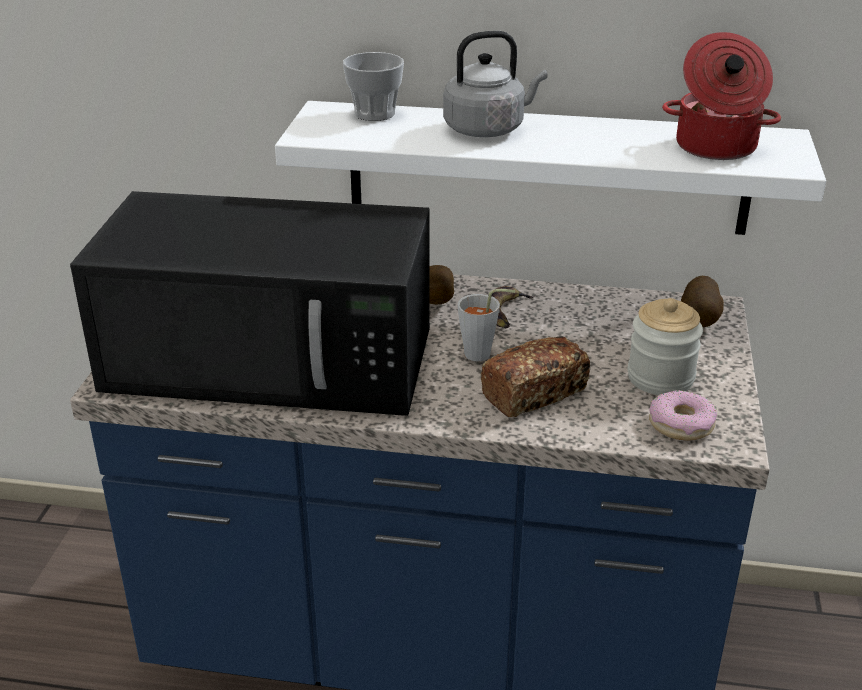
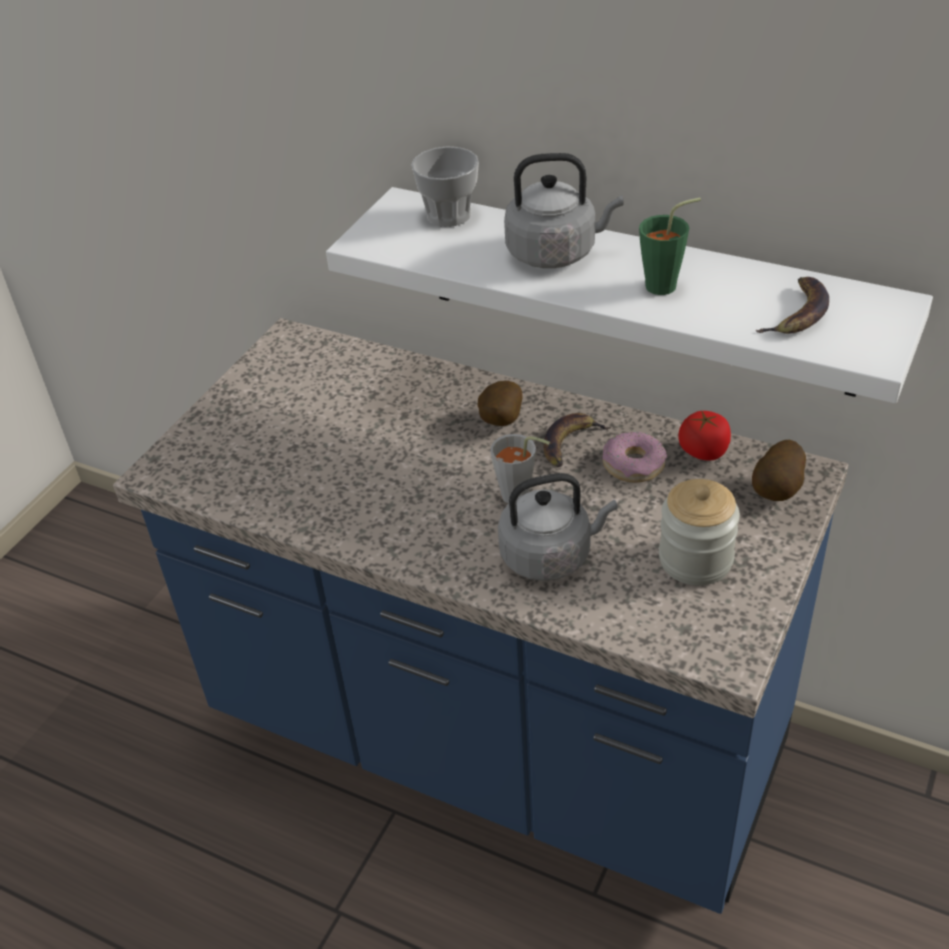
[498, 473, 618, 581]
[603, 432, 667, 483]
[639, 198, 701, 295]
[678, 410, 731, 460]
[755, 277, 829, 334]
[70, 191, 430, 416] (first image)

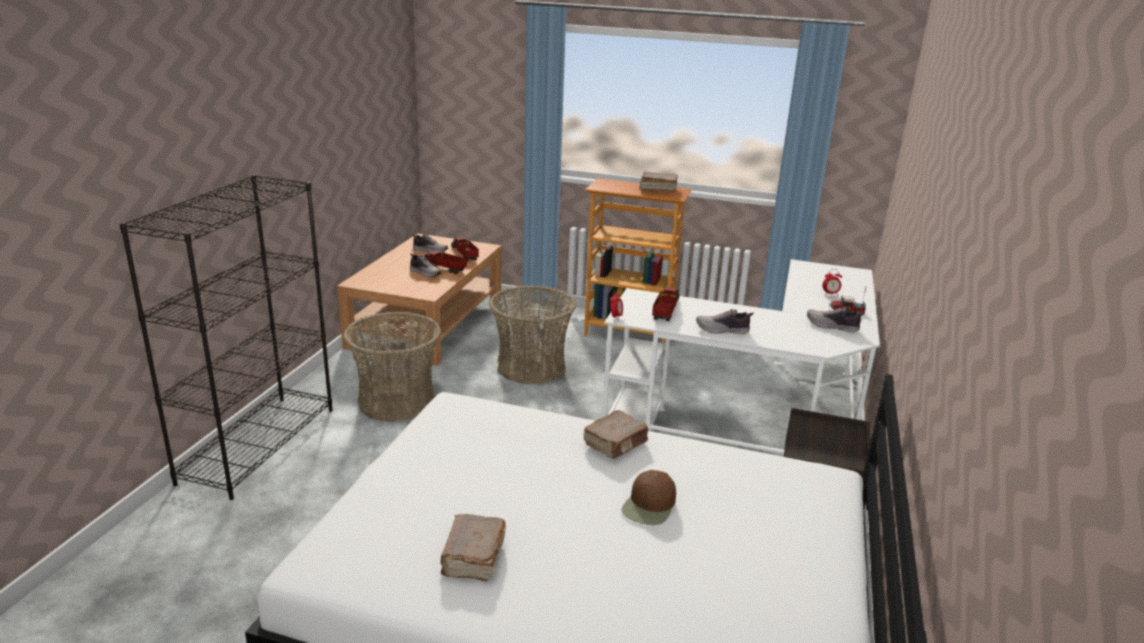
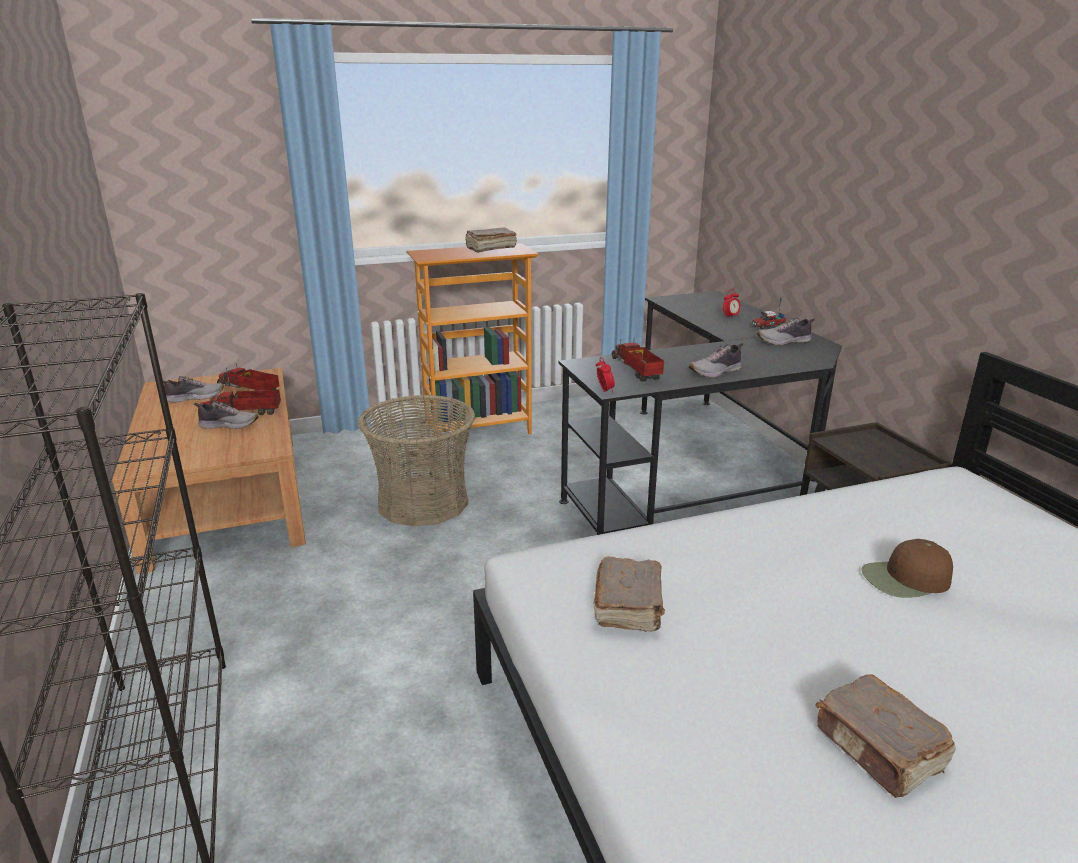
[558, 291, 842, 535]
[594, 557, 665, 632]
[862, 539, 953, 598]
[343, 312, 441, 422] (first image)

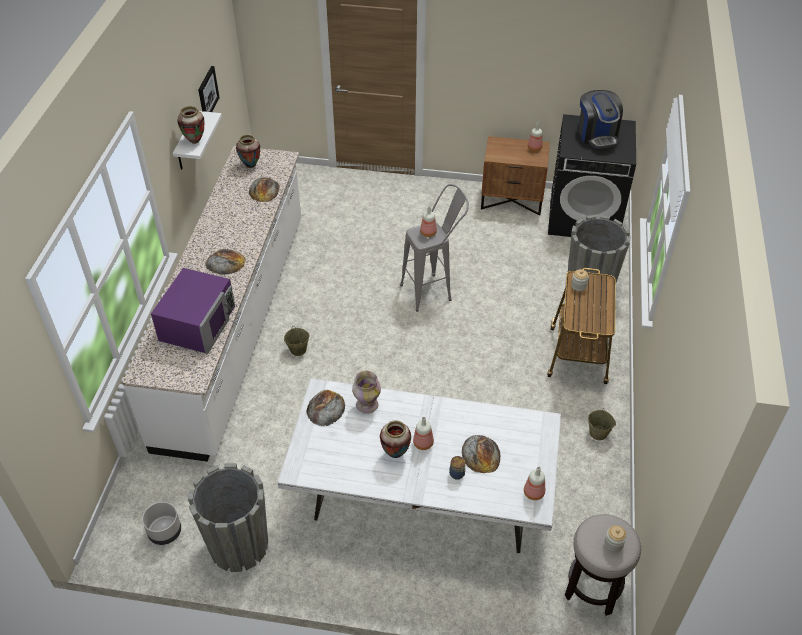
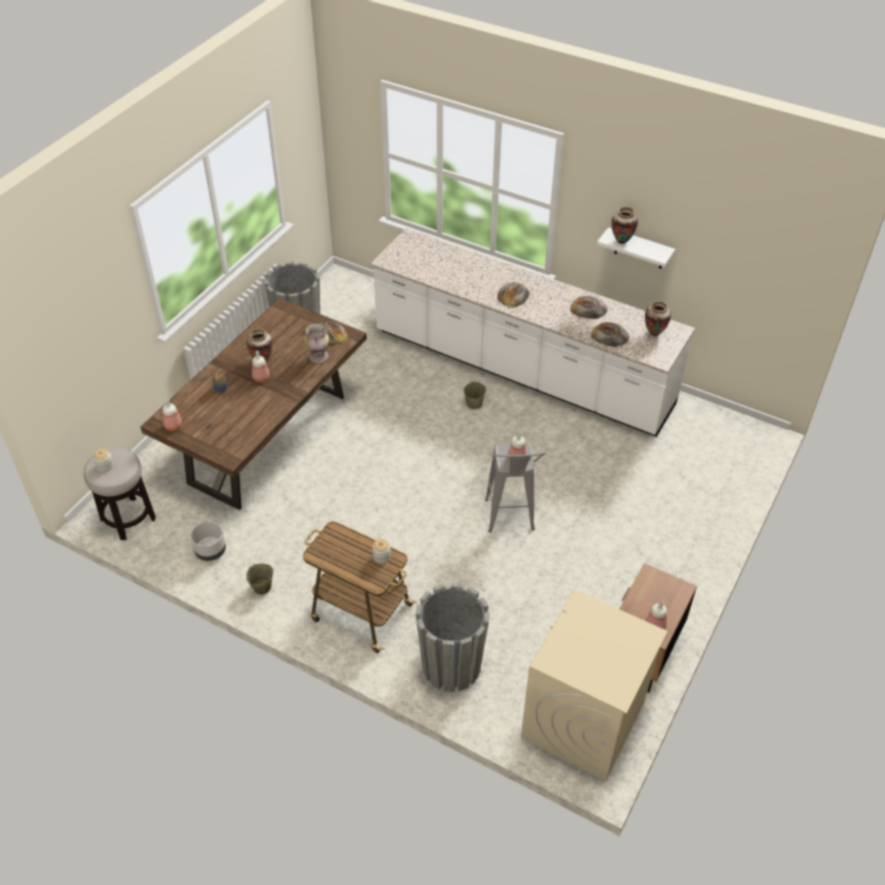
[140, 298, 367, 510]
[191, 522, 226, 561]
[521, 590, 668, 781]
[570, 296, 608, 319]
[151, 268, 235, 354] (first image)
[198, 66, 220, 112] (first image)
[578, 90, 623, 149] (first image)

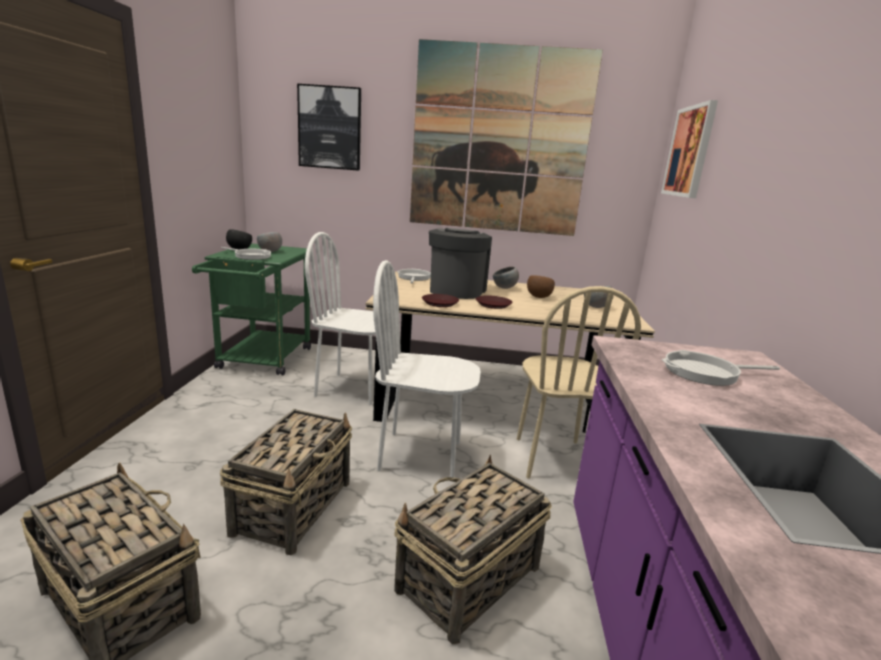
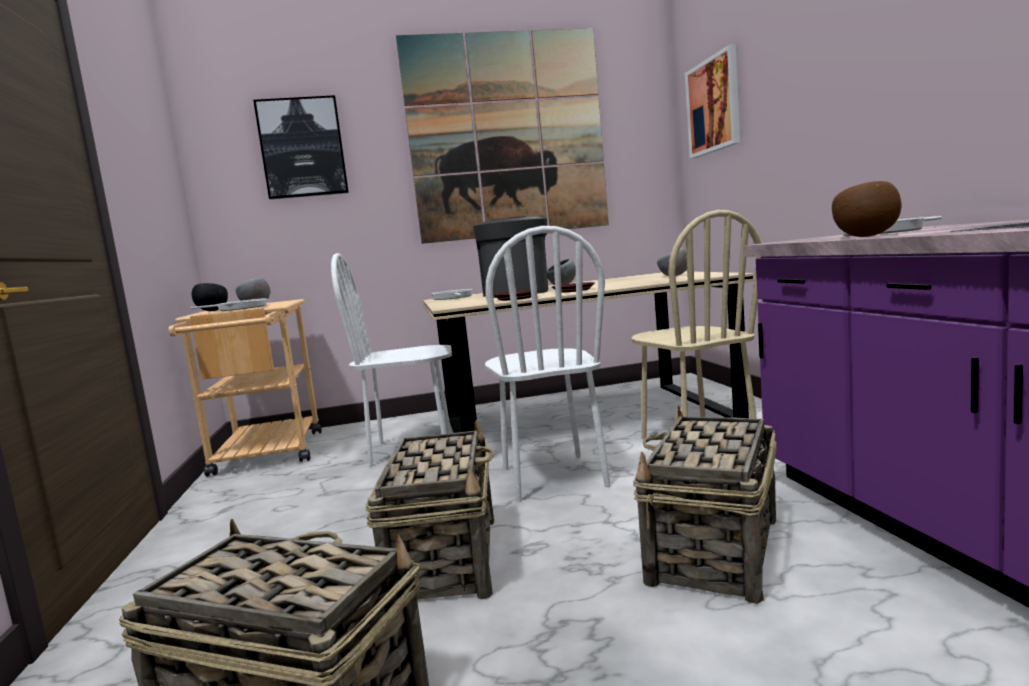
[169, 299, 322, 477]
[485, 226, 611, 502]
[832, 181, 902, 237]

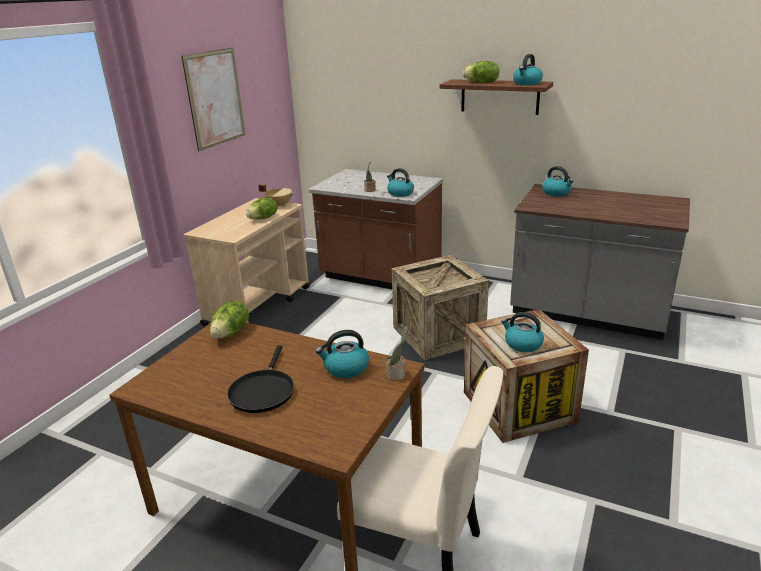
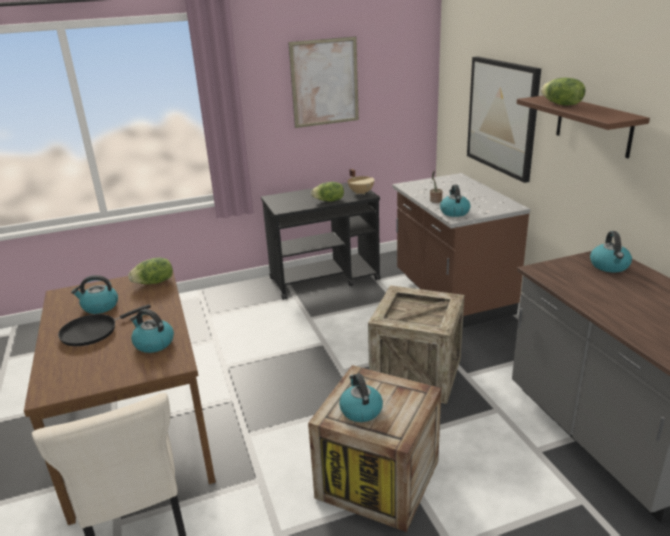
[71, 275, 118, 314]
[261, 183, 381, 300]
[467, 56, 541, 183]
[385, 326, 408, 381] (first image)

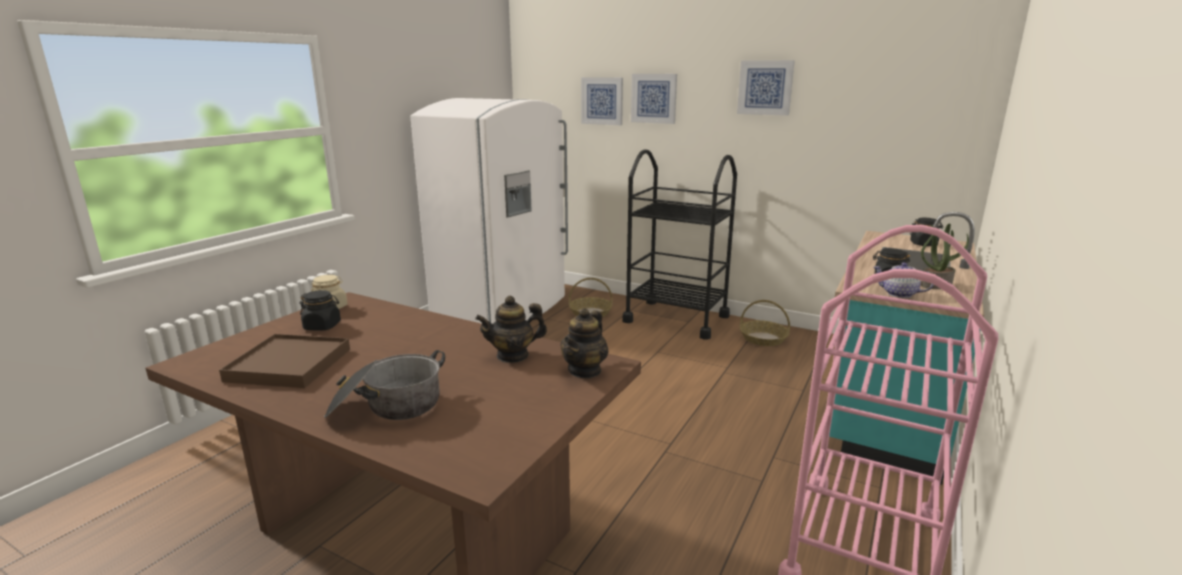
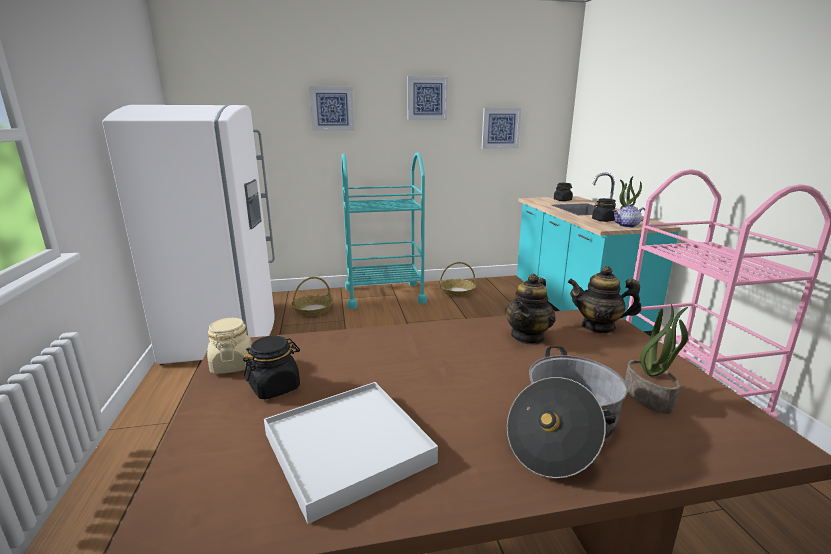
[264, 382, 438, 524]
[341, 152, 427, 309]
[482, 108, 521, 149]
[568, 266, 641, 334]
[625, 304, 688, 414]

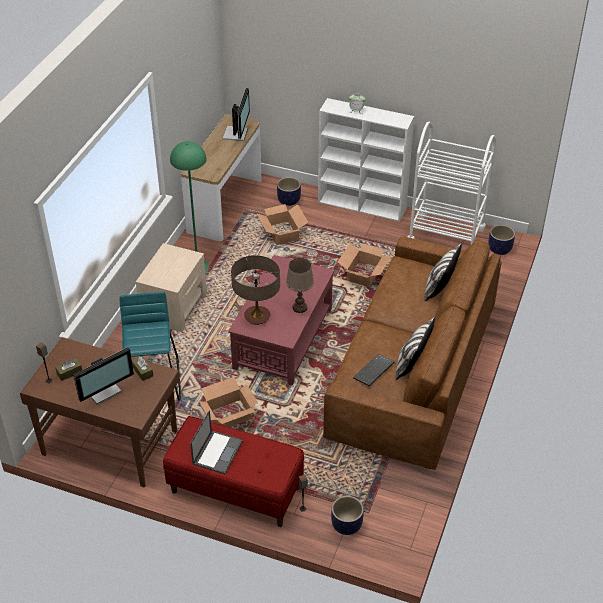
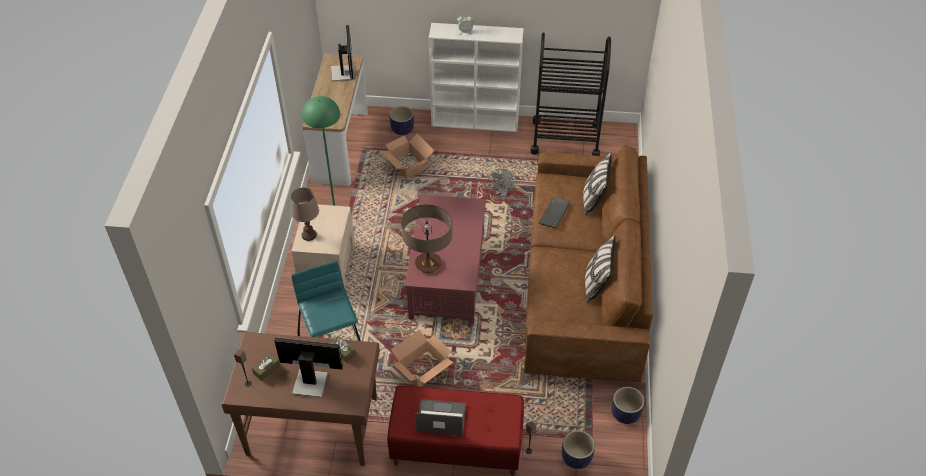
[274, 337, 343, 398]
[291, 188, 319, 241]
[415, 399, 466, 435]
[489, 169, 517, 197]
[530, 32, 611, 156]
[539, 197, 570, 228]
[612, 387, 645, 424]

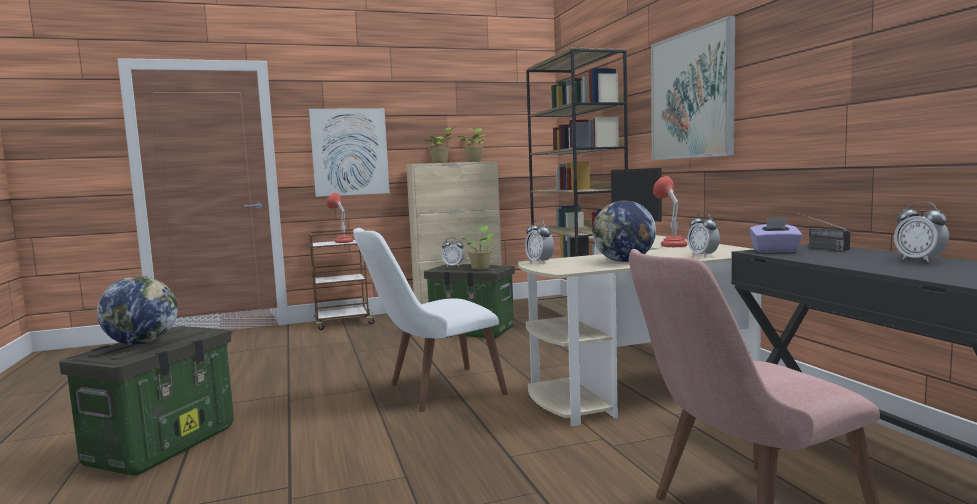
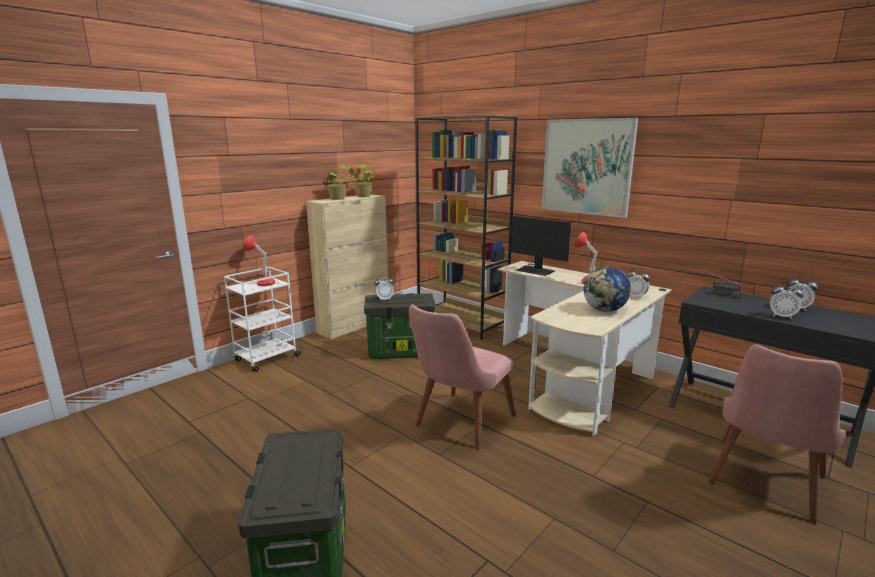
[224, 267, 303, 372]
[409, 304, 516, 450]
[770, 282, 804, 319]
[97, 276, 178, 345] (first image)
[309, 108, 390, 197] (first image)
[462, 226, 494, 269] (first image)
[749, 217, 803, 253] (first image)

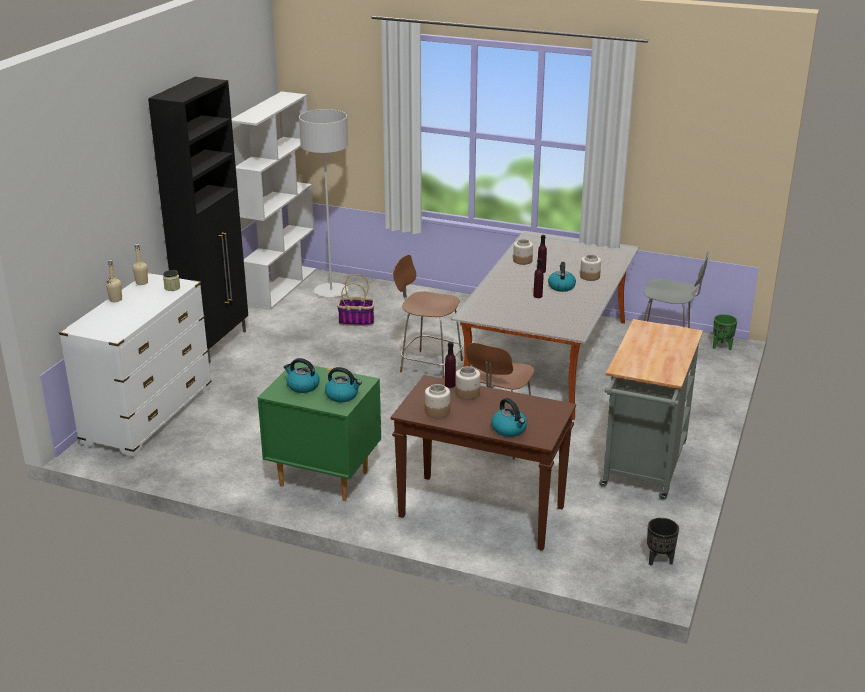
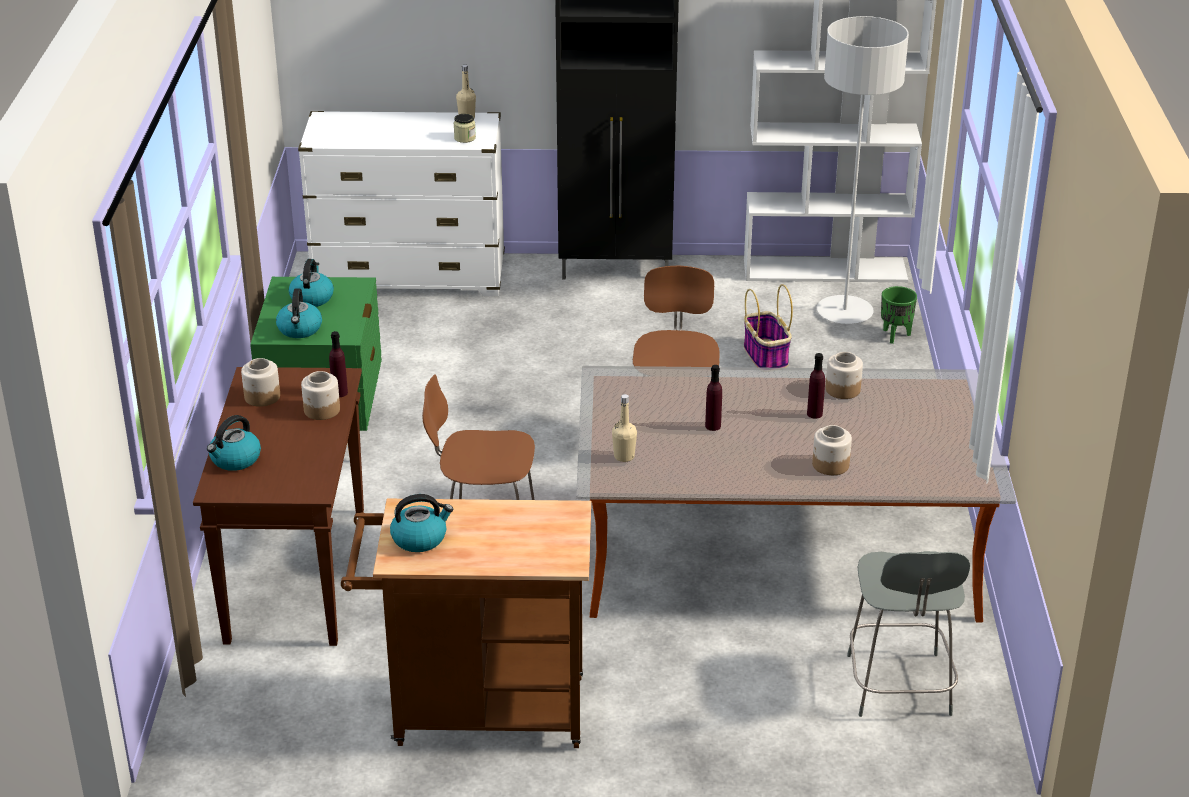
[341, 499, 591, 748]
[390, 494, 453, 552]
[612, 394, 637, 462]
[881, 286, 917, 344]
[647, 518, 679, 566] (first image)

